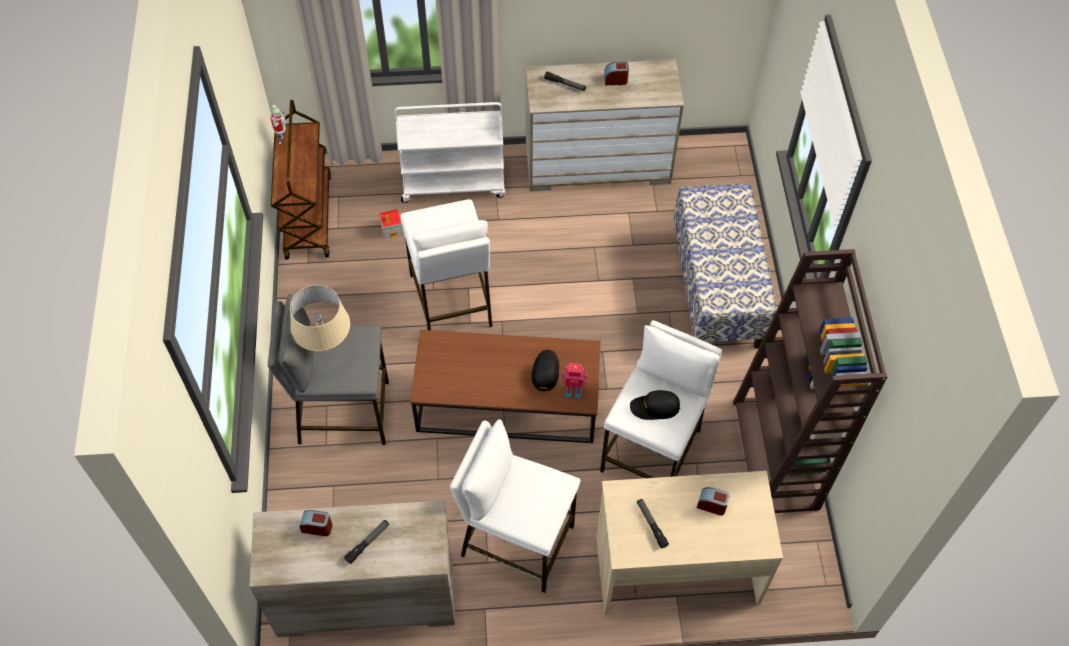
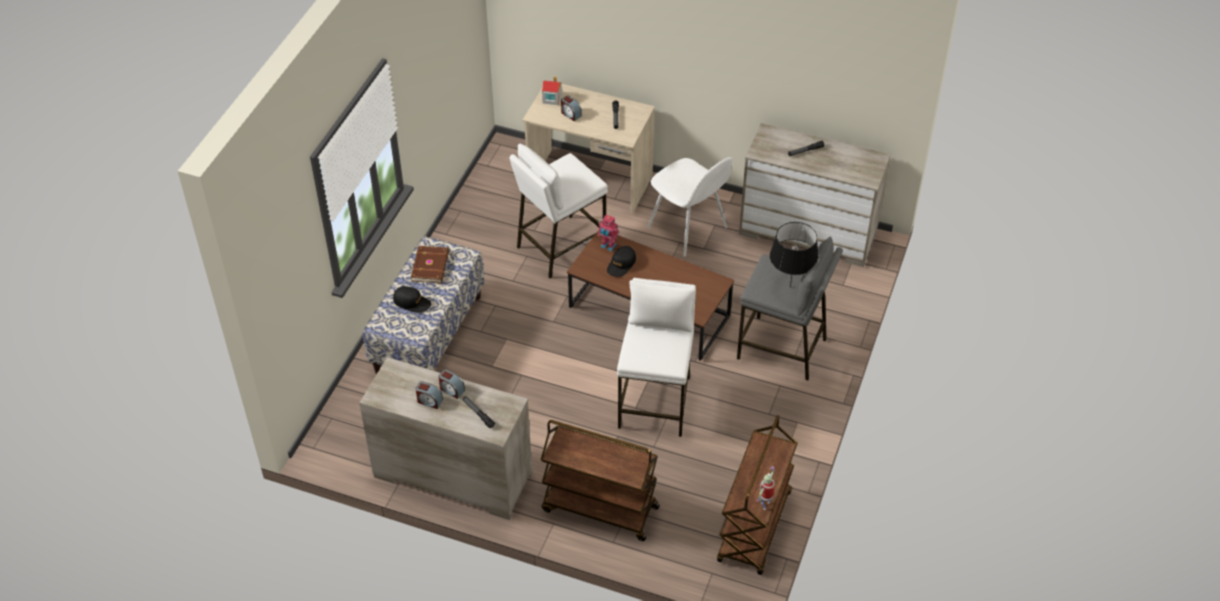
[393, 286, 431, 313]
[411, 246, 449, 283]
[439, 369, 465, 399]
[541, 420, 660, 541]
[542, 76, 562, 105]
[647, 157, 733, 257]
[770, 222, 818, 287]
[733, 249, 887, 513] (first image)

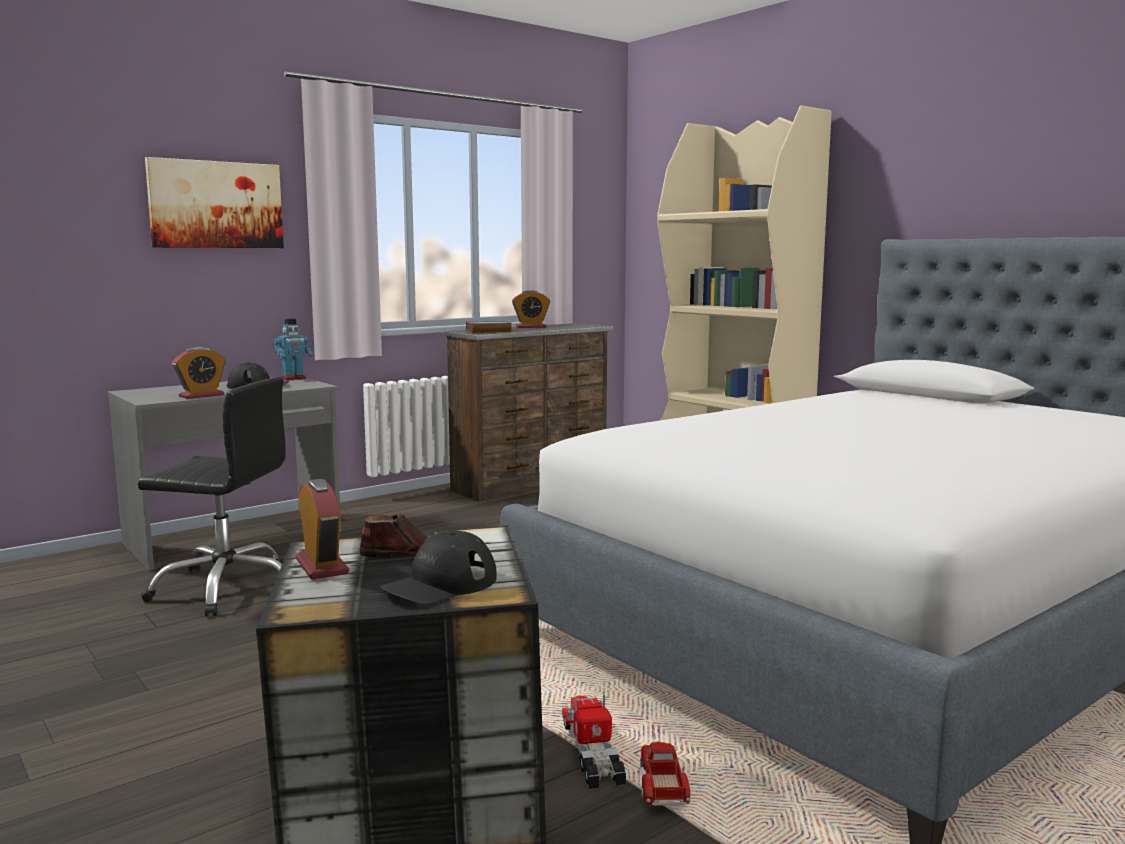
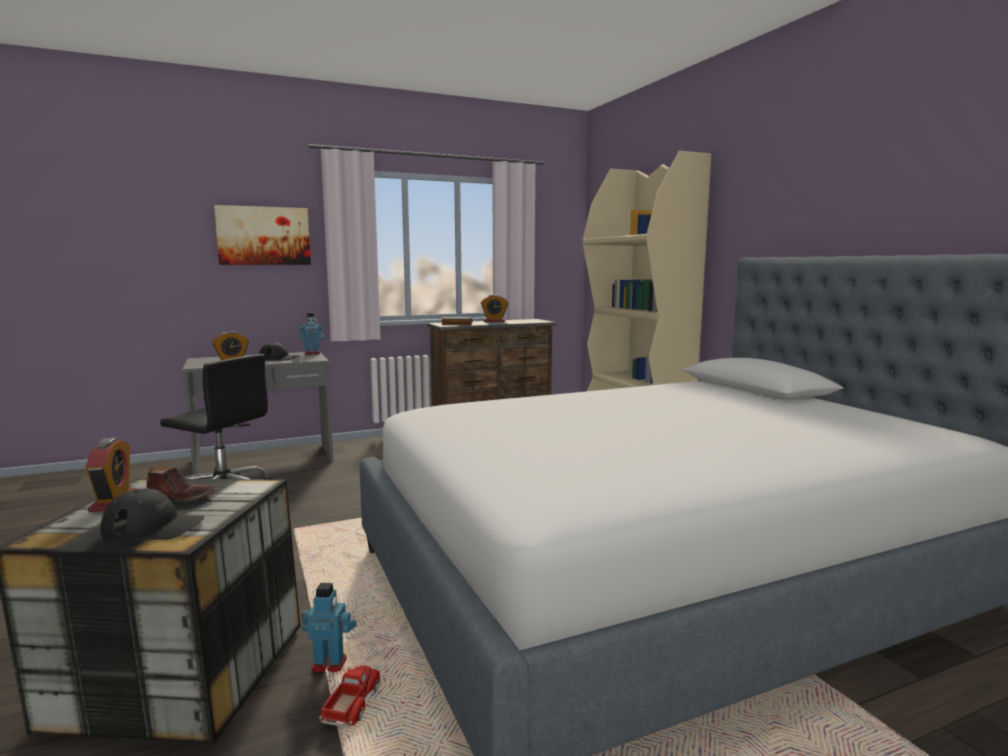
[100, 488, 205, 542]
[301, 583, 357, 673]

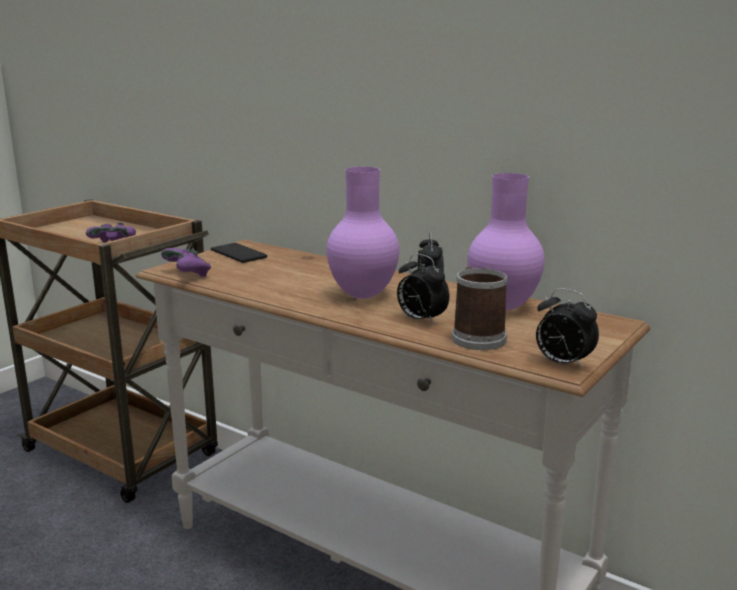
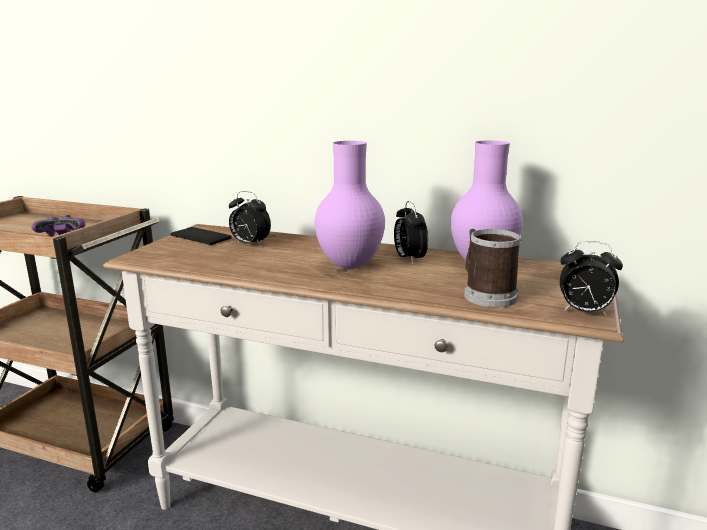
[229, 191, 271, 247]
[161, 248, 211, 277] (first image)

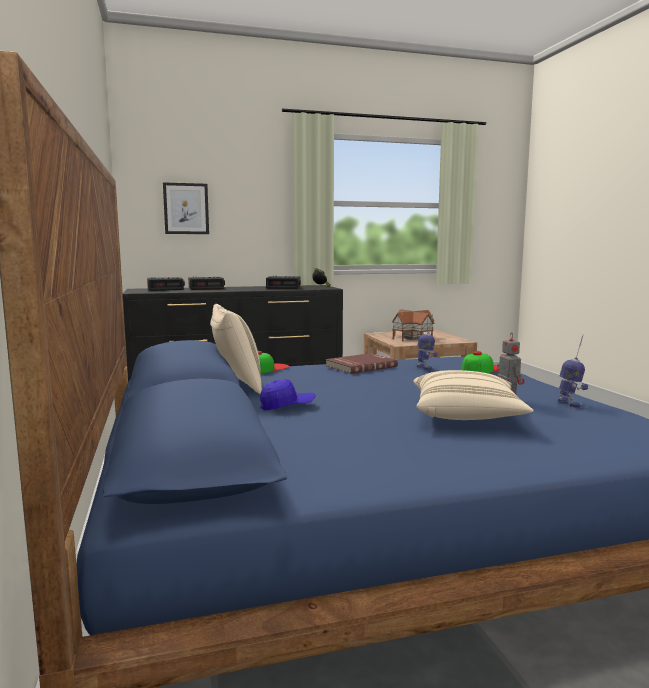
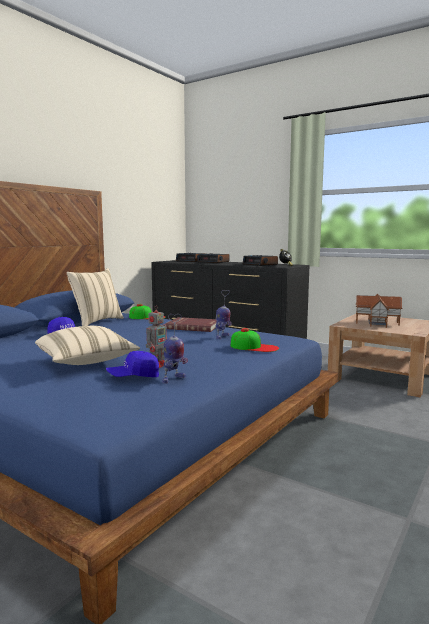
[106, 351, 159, 377]
[163, 182, 209, 234] (first image)

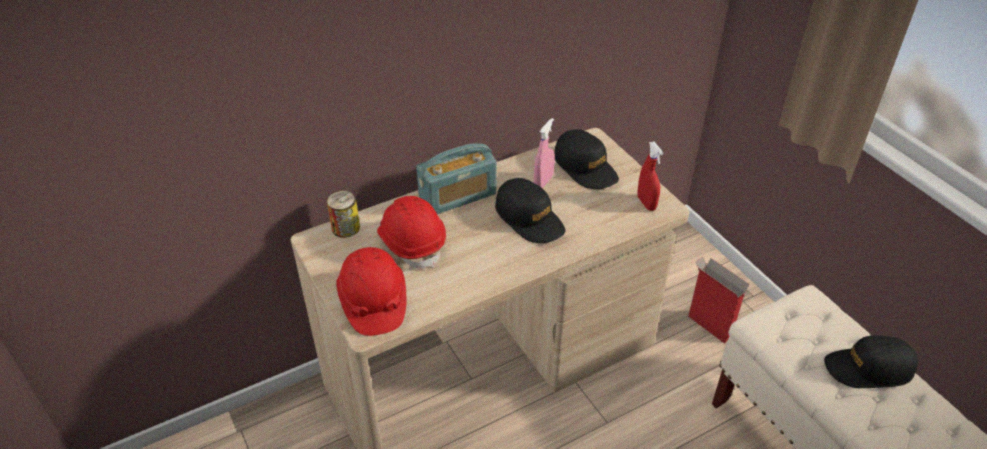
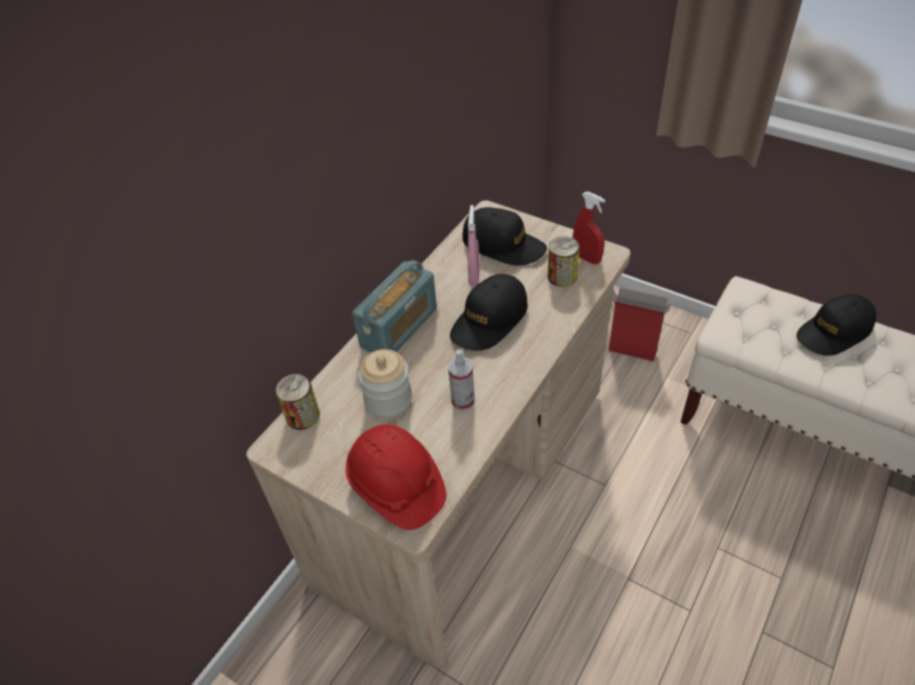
[358, 349, 412, 418]
[448, 349, 475, 411]
[450, 274, 528, 351]
[548, 236, 580, 287]

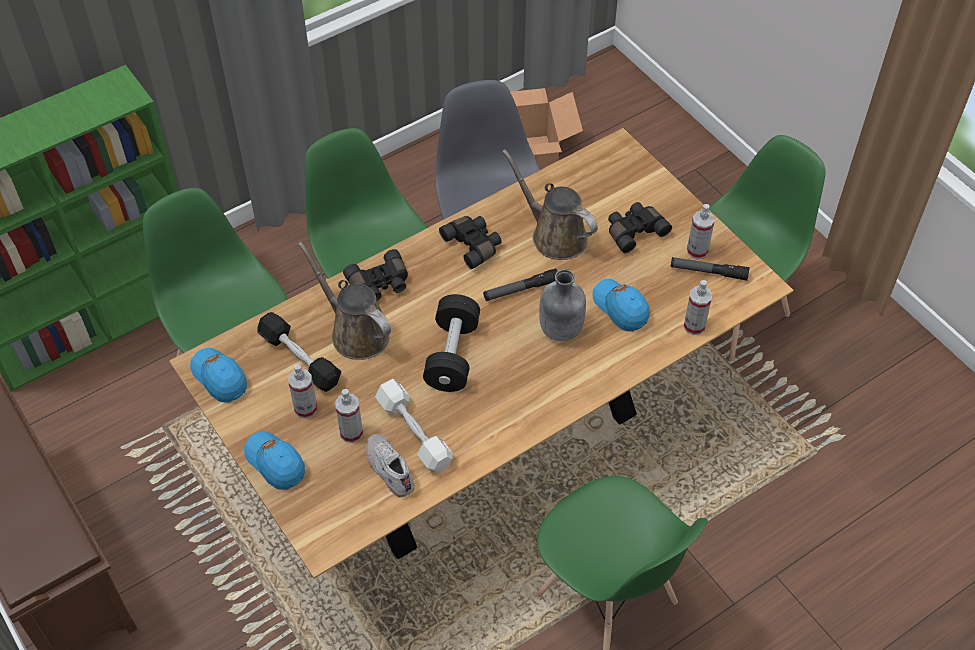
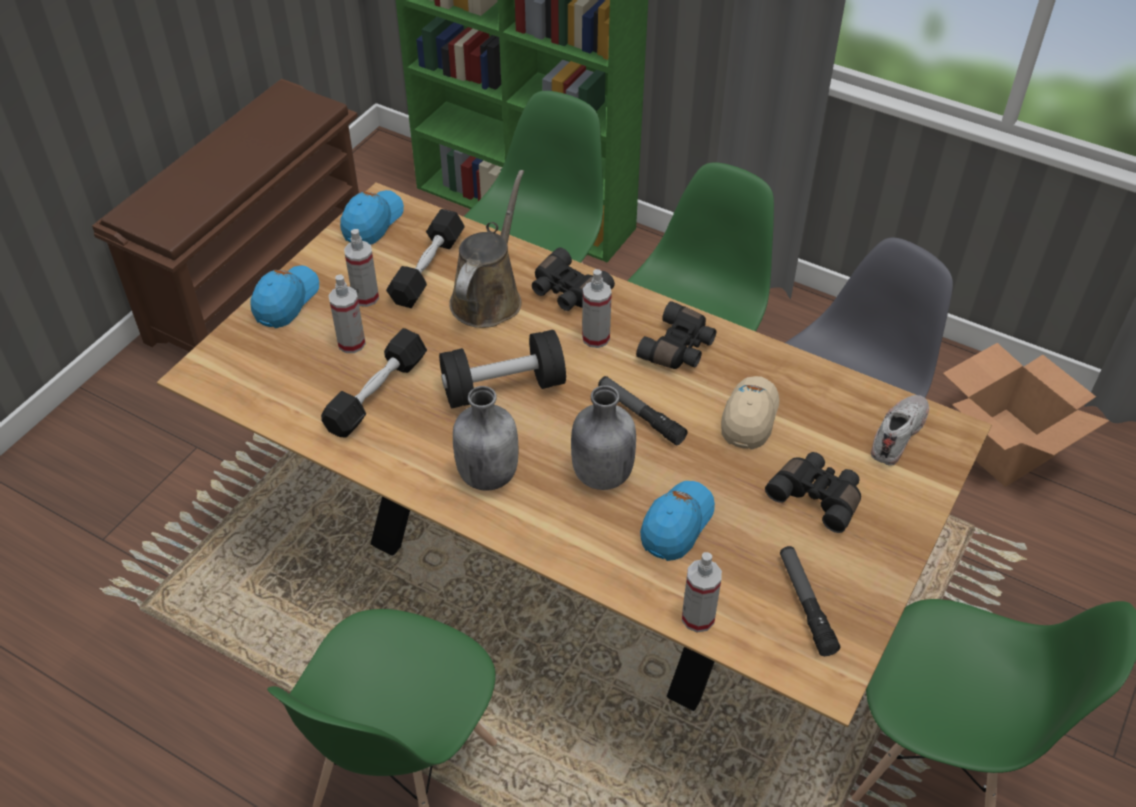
[321, 328, 427, 437]
[453, 386, 518, 491]
[582, 269, 612, 348]
[721, 376, 779, 450]
[871, 395, 929, 465]

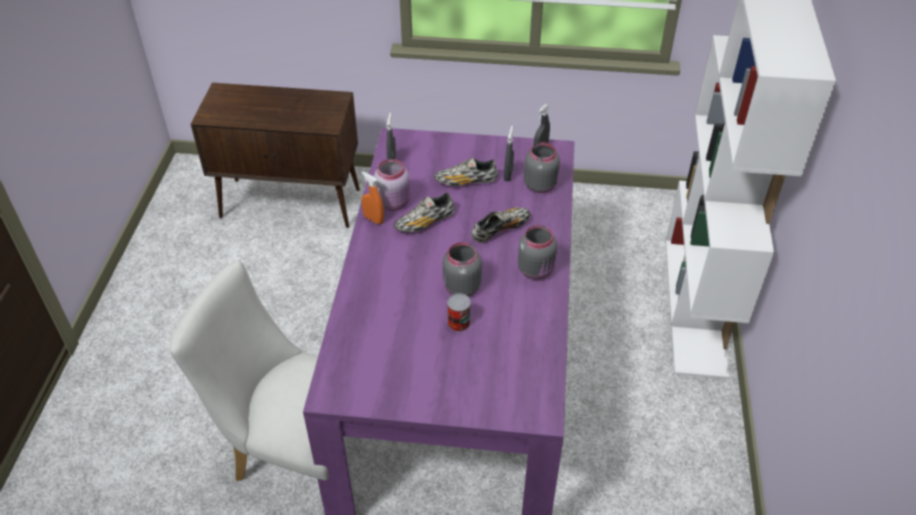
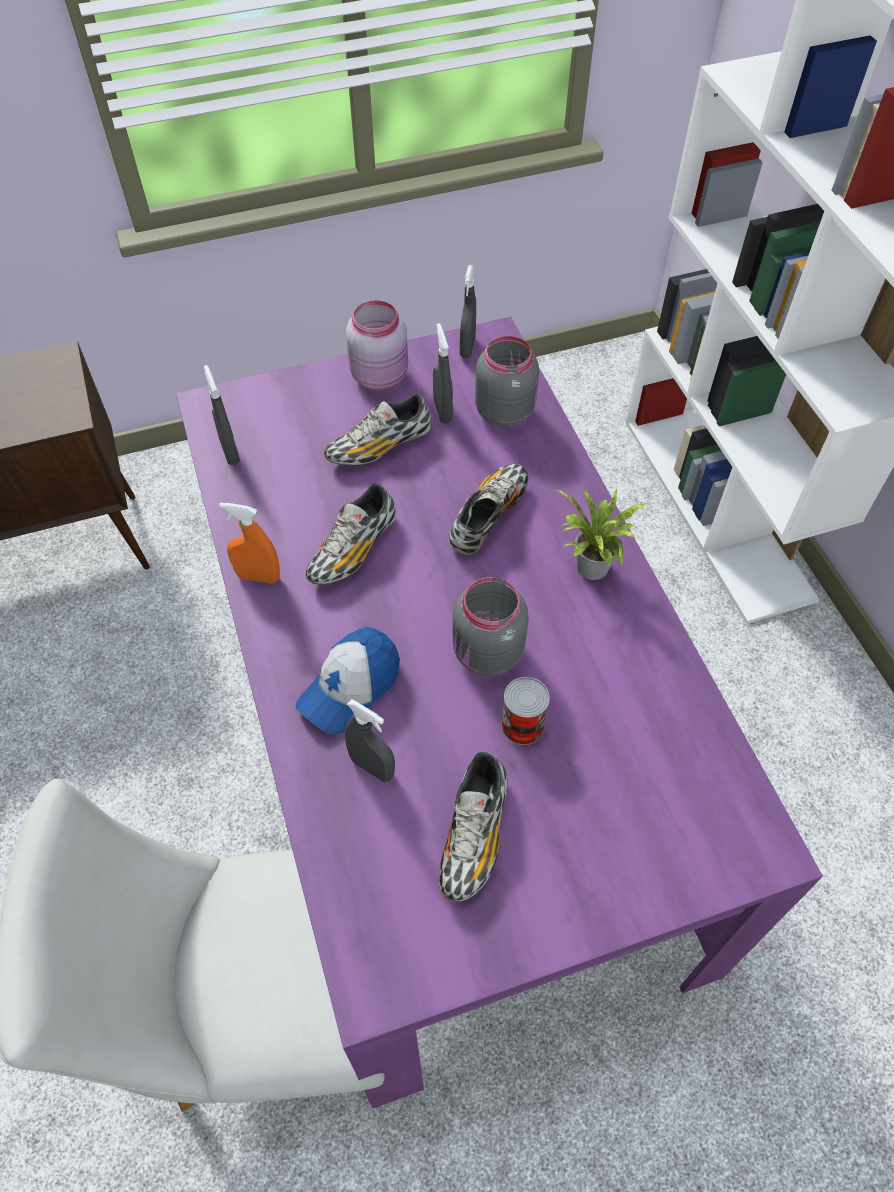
[295, 627, 400, 735]
[345, 699, 395, 782]
[346, 300, 408, 391]
[439, 752, 508, 902]
[557, 489, 646, 580]

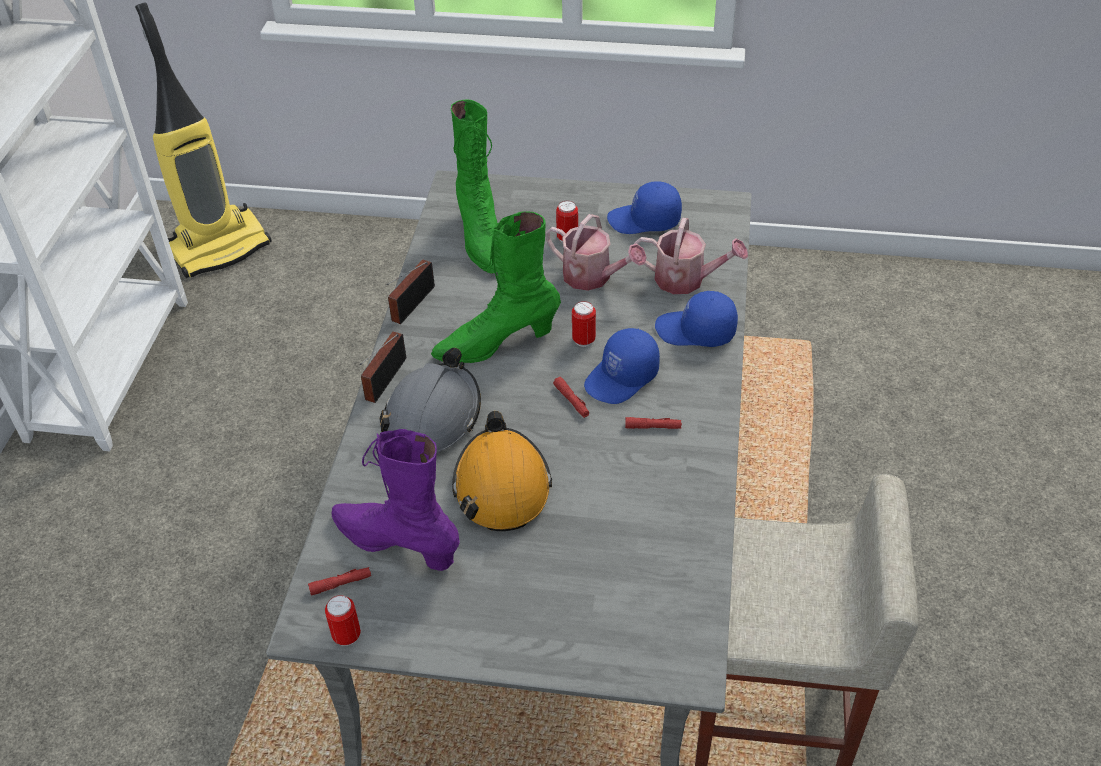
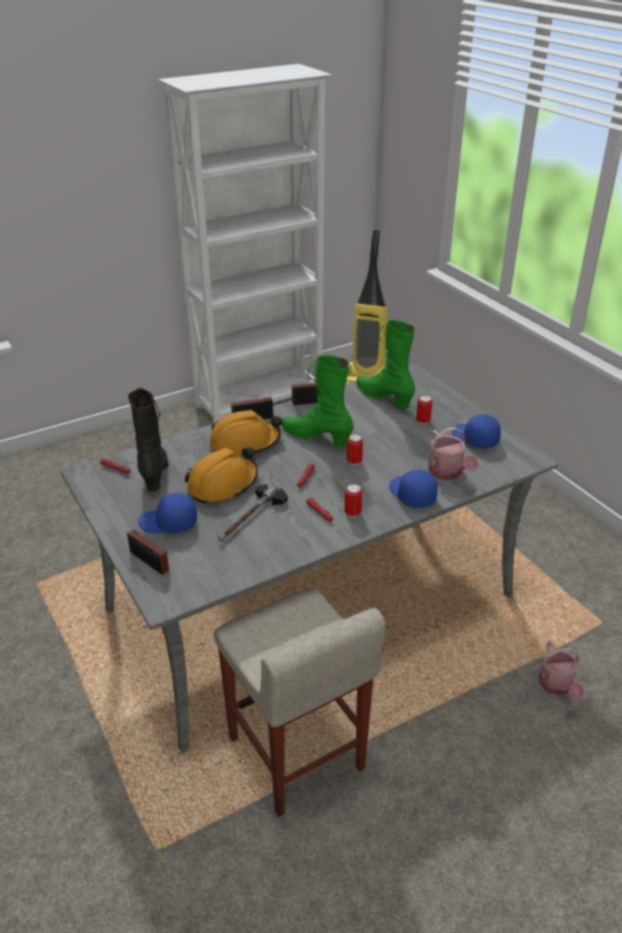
[127, 529, 169, 575]
[128, 388, 169, 491]
[138, 493, 197, 533]
[210, 410, 282, 455]
[217, 484, 288, 542]
[345, 484, 362, 518]
[356, 320, 415, 409]
[539, 641, 584, 700]

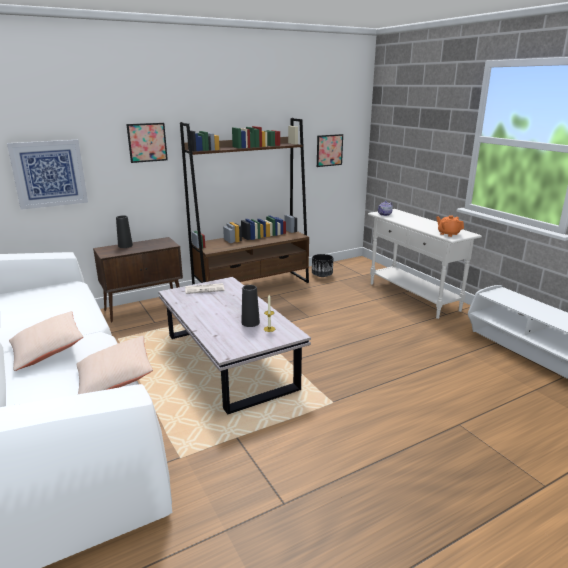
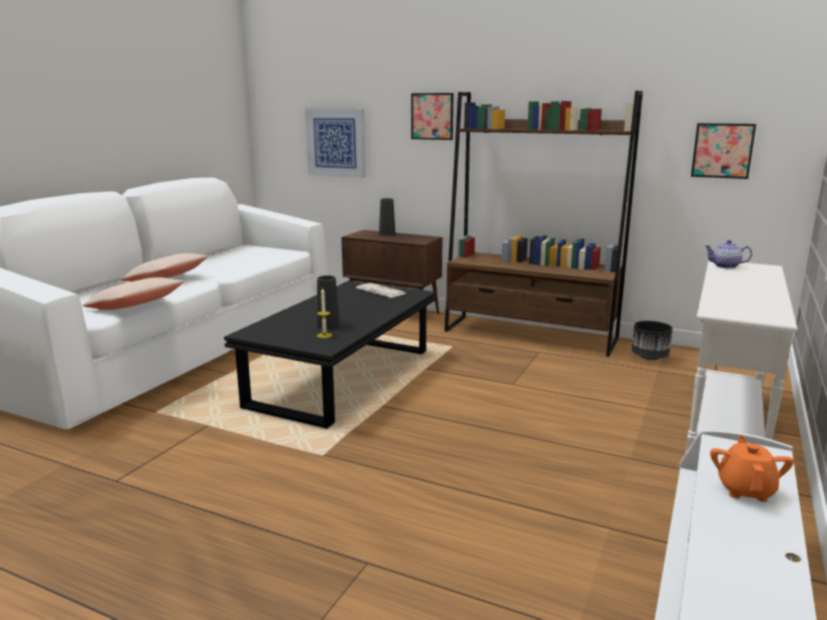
[224, 281, 436, 429]
[710, 435, 794, 502]

